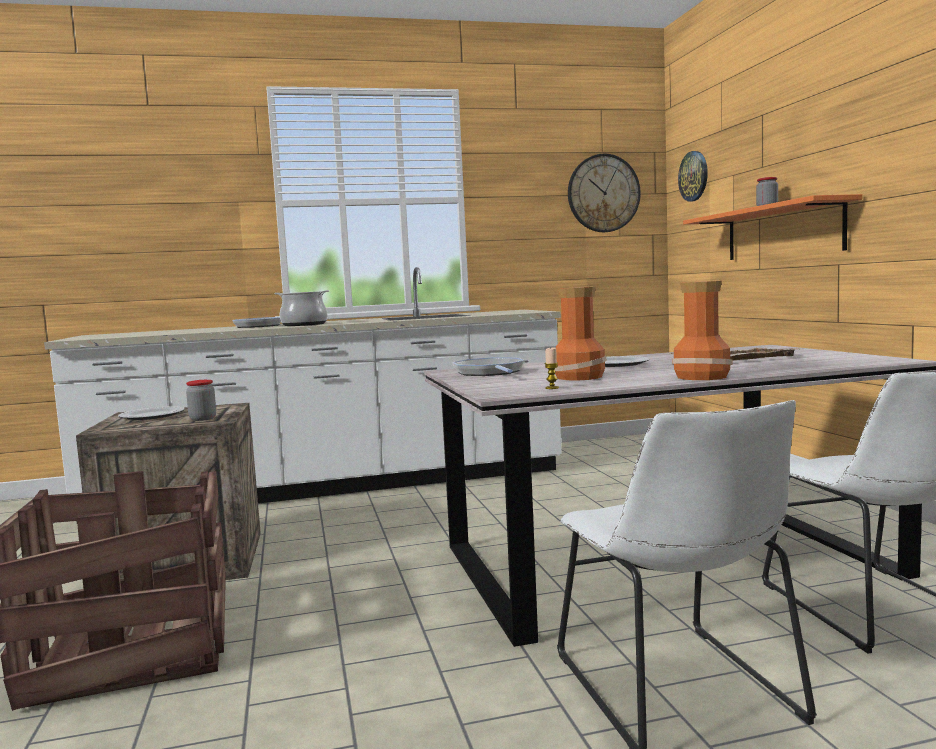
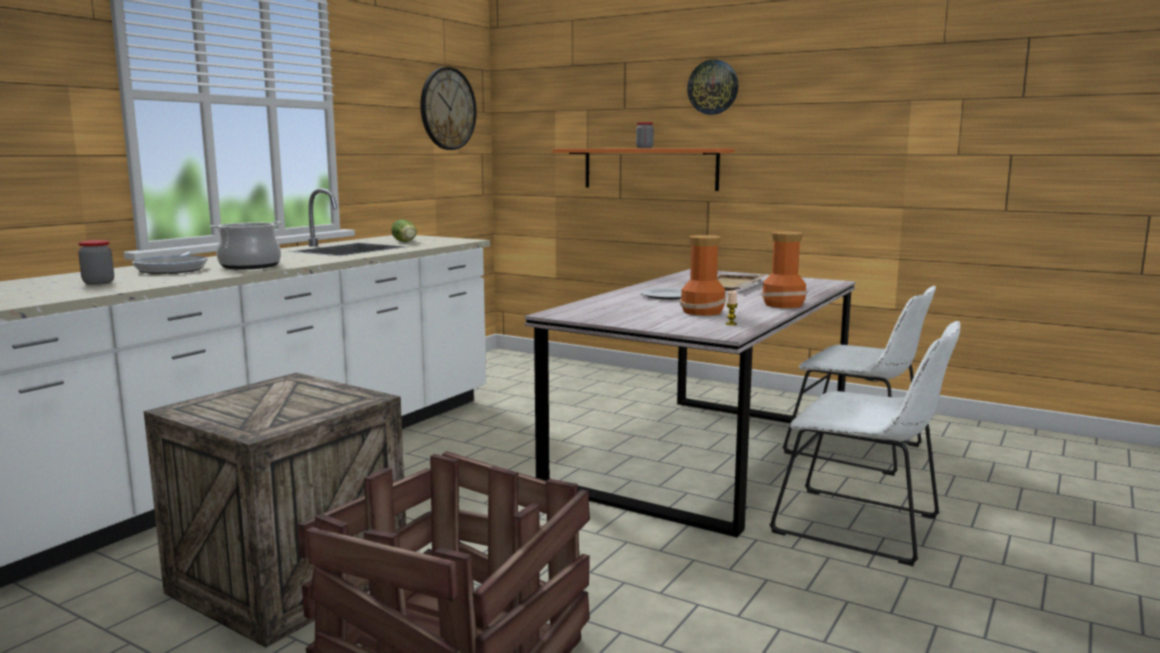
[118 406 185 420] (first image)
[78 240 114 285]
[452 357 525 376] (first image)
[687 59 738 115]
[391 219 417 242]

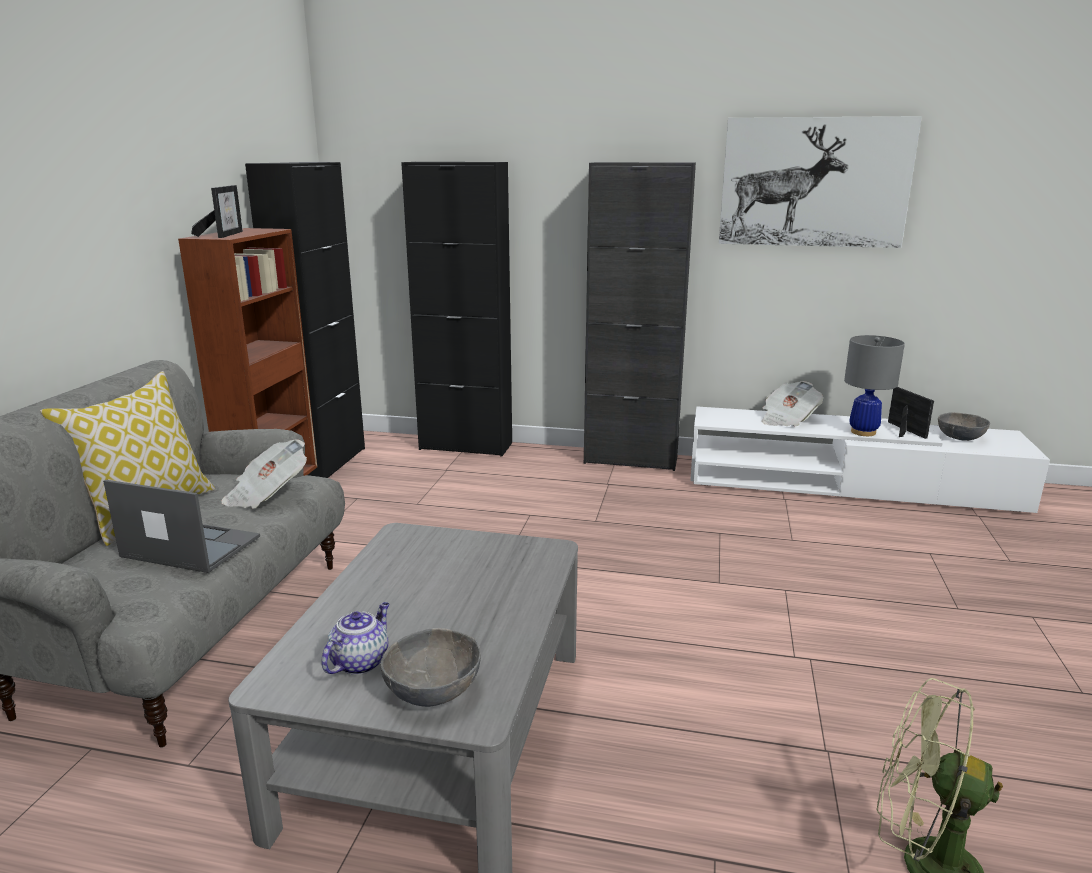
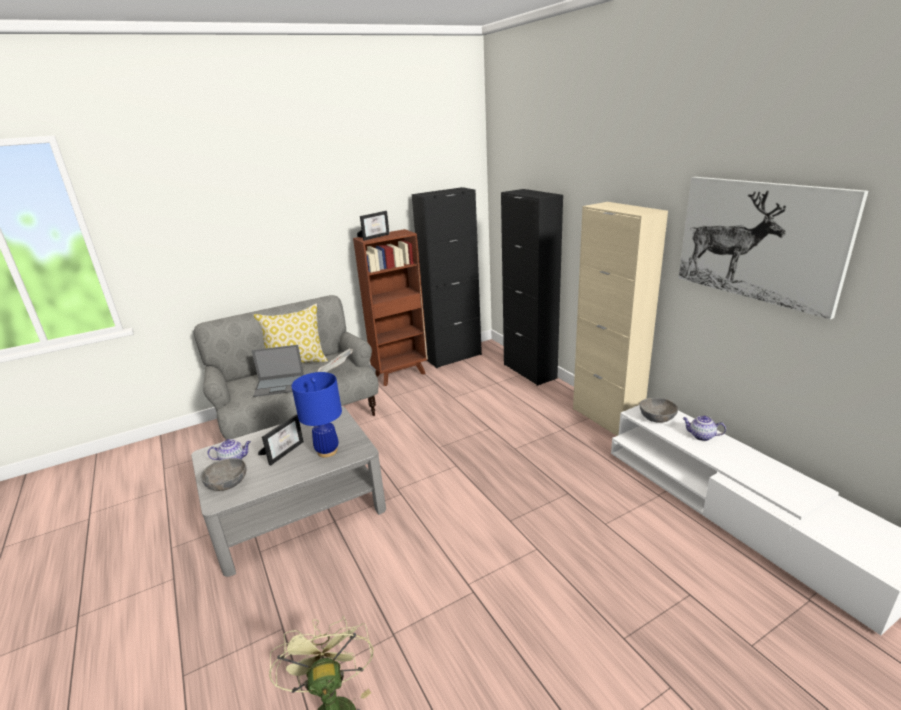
[251 345 304 397]
[573 202 668 436]
[683 416 726 441]
[844 335 905 436] (first image)
[258 415 304 466]
[640 398 678 423]
[291 372 342 458]

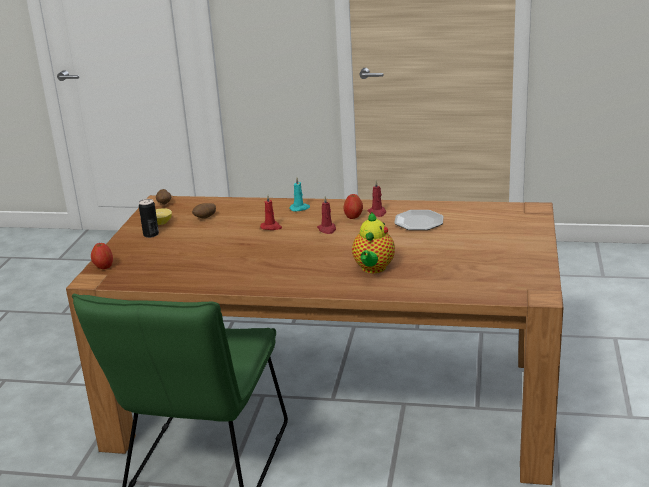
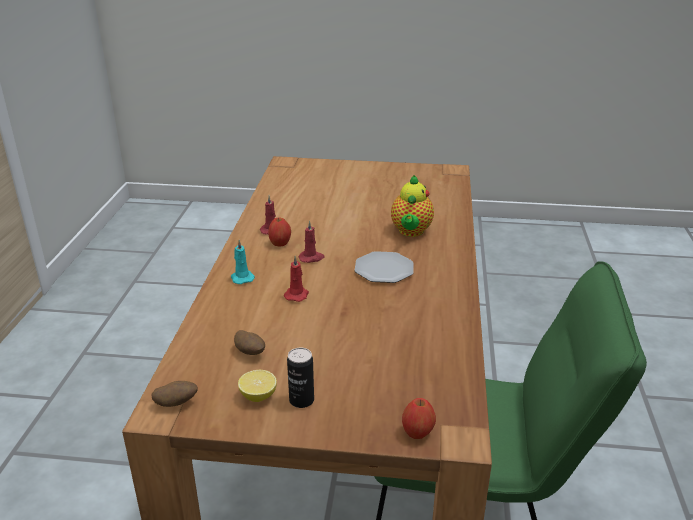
[391 175 434 237]
[355 251 413 283]

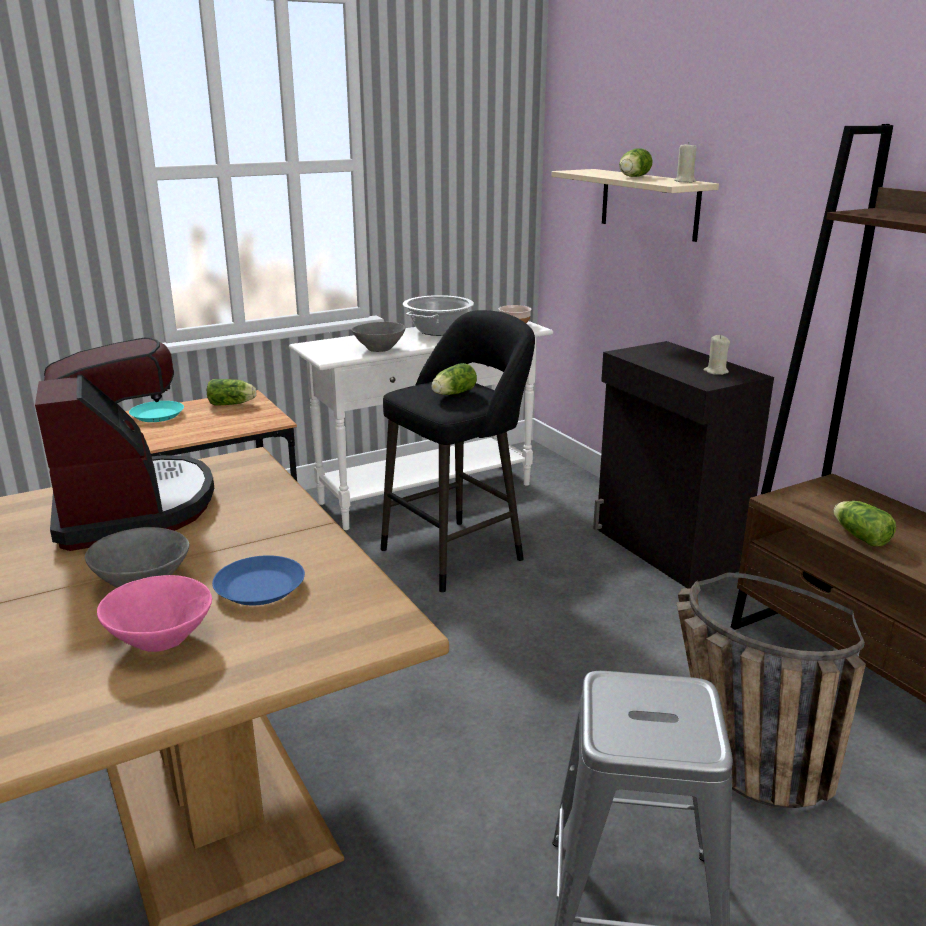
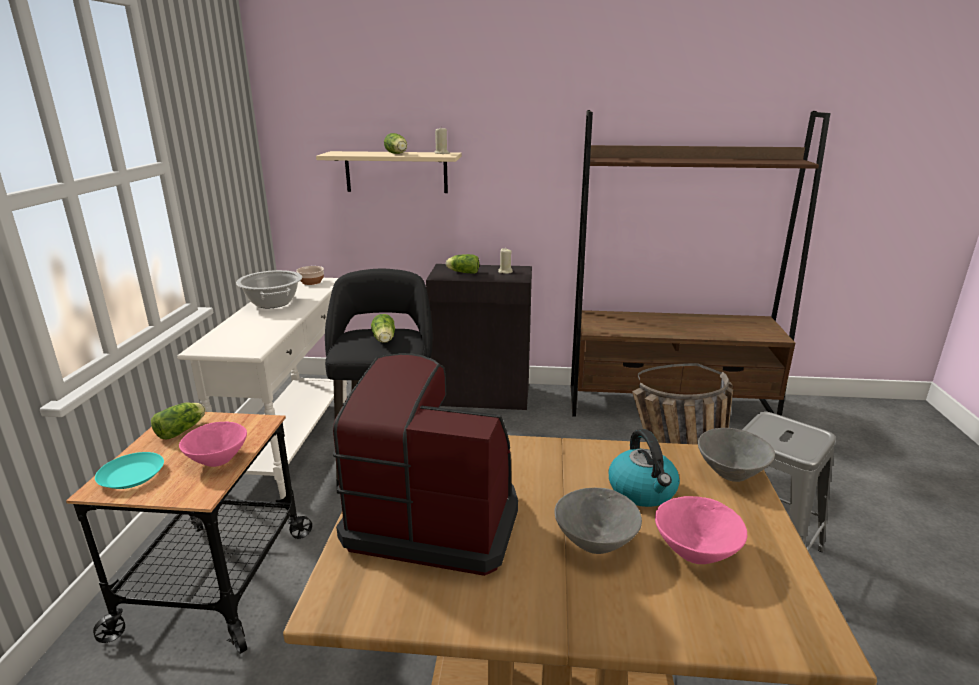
[609 429 680 507]
[698 428 775 482]
[446 254 479 274]
[179 422 247 467]

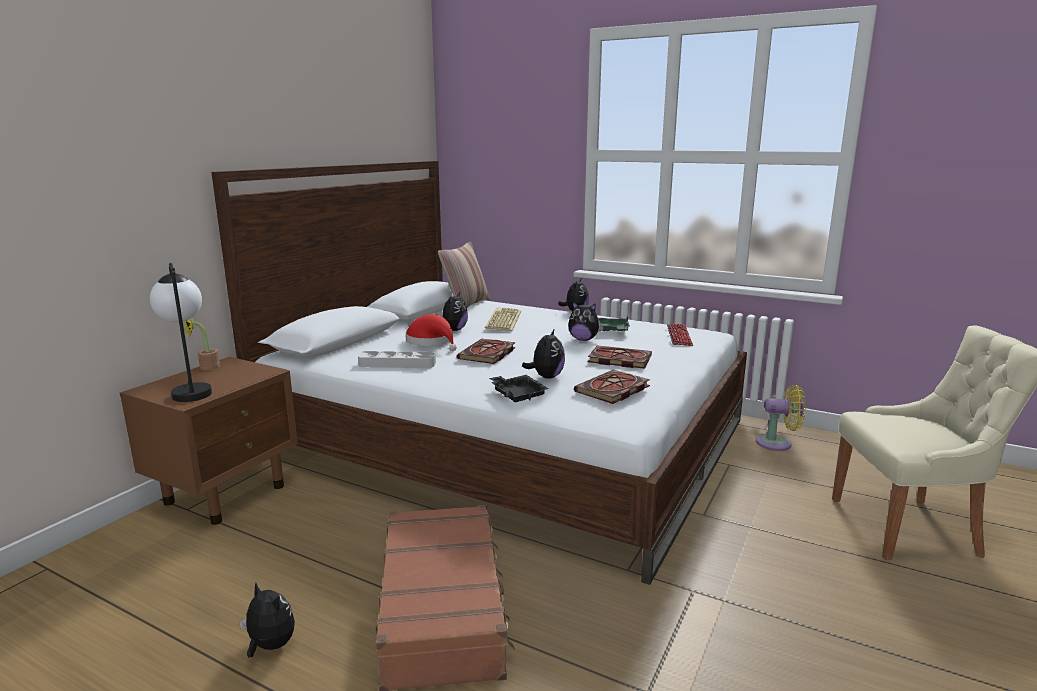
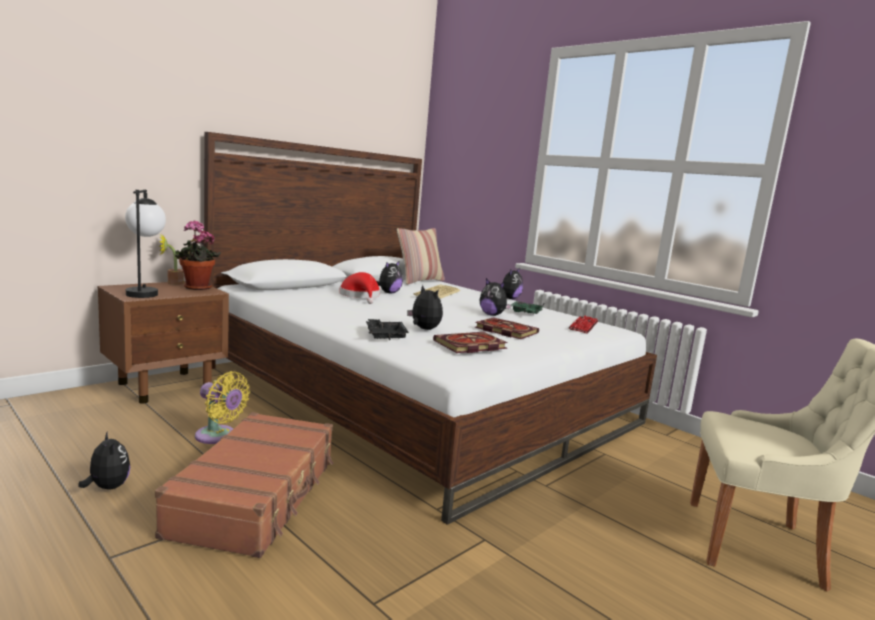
[358 351 436 368] (first image)
[457 339 516 364] (first image)
[407 285 443 330]
[195 371 250 444]
[175 220 221 290]

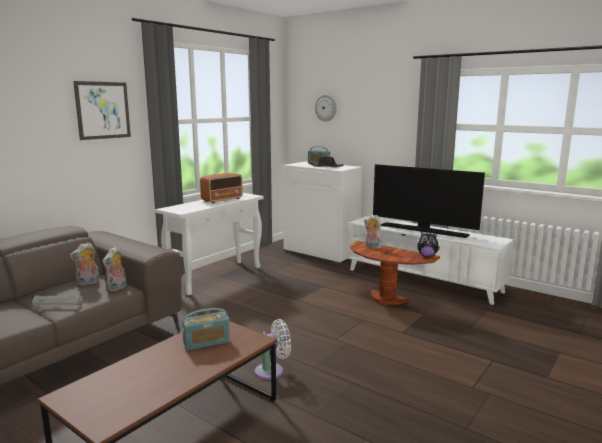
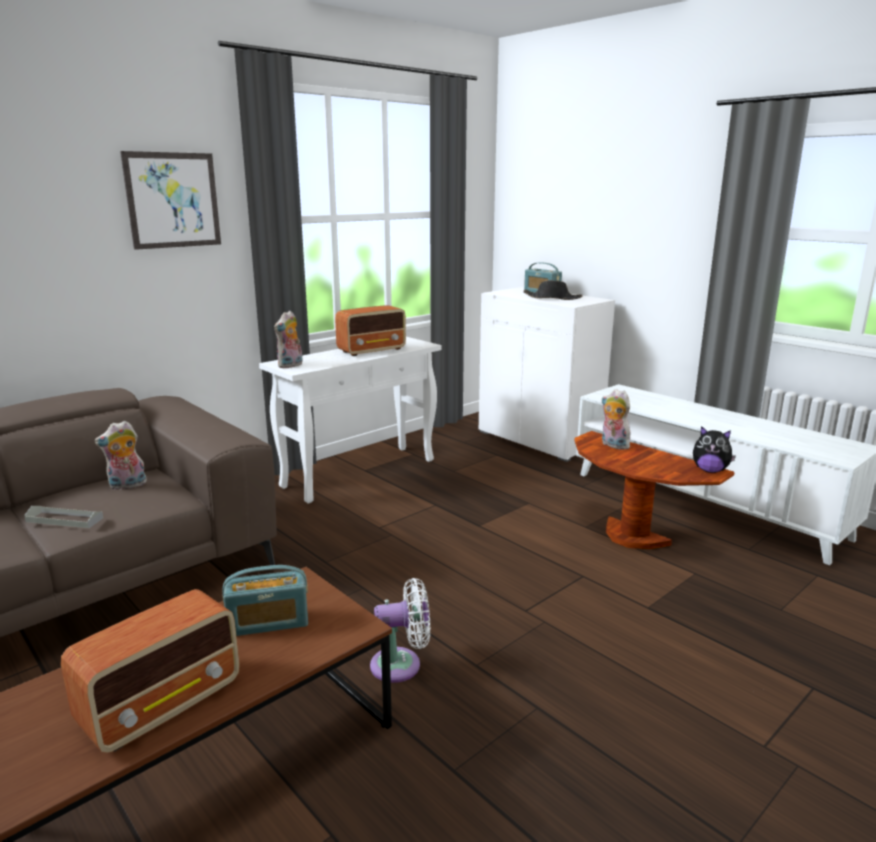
[274 311 303 369]
[315 94 337 122] (first image)
[373 164 485 238] (first image)
[61 589 240 753]

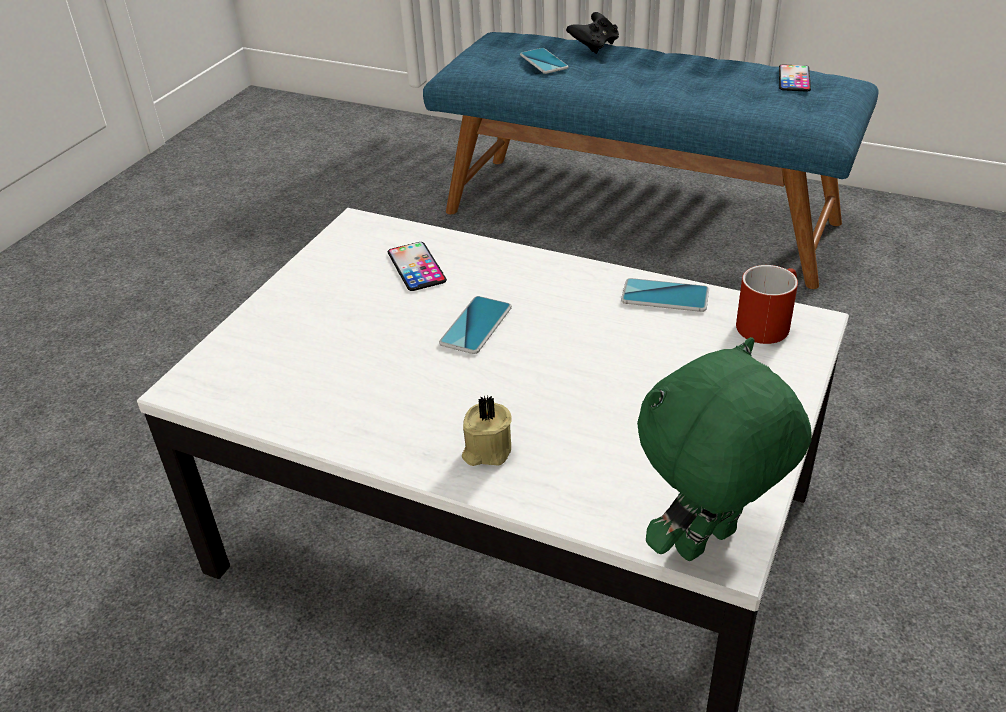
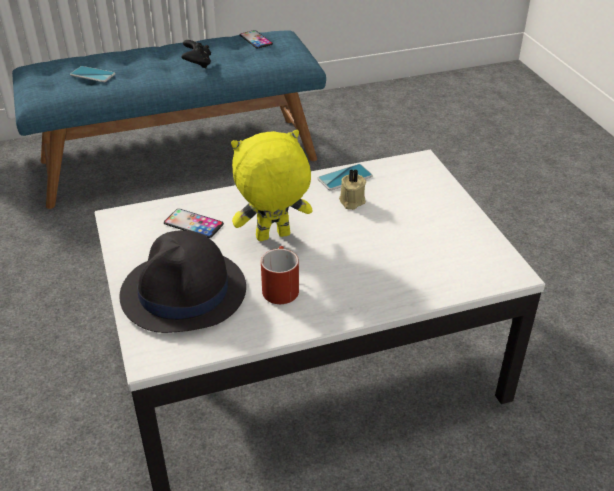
[231 130 313 241]
[339 169 367 210]
[181 40 211 68]
[637 337 812 561] (first image)
[261 246 299 304]
[119 230 246 333]

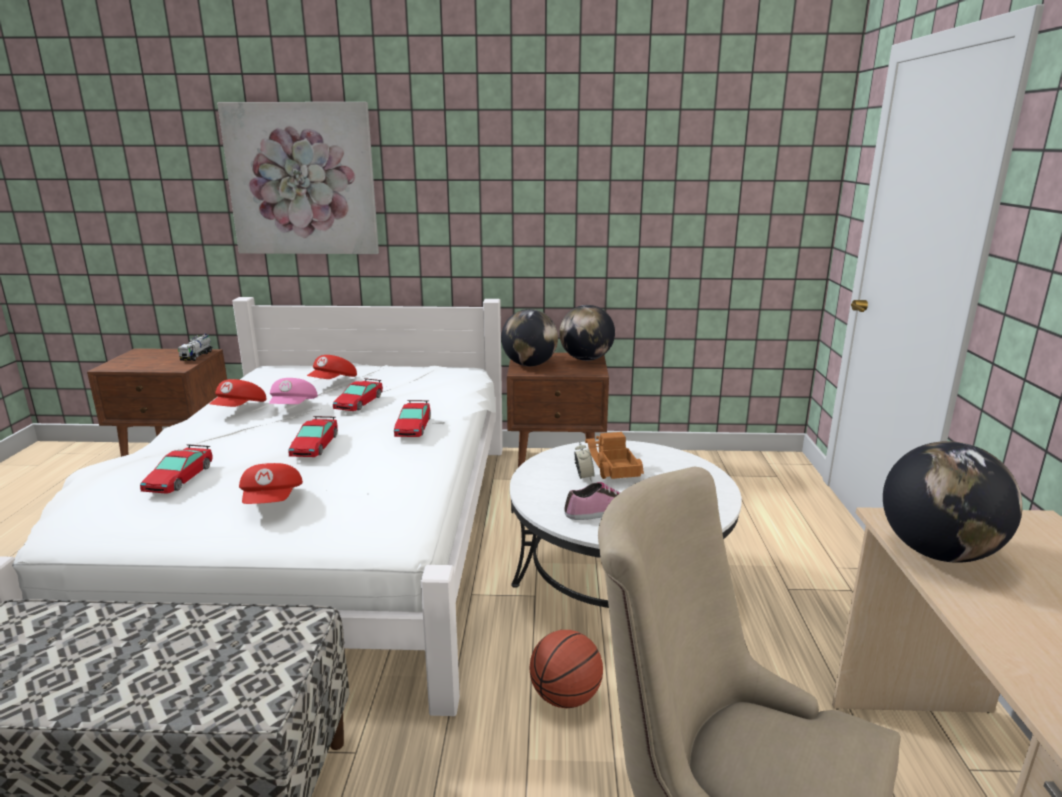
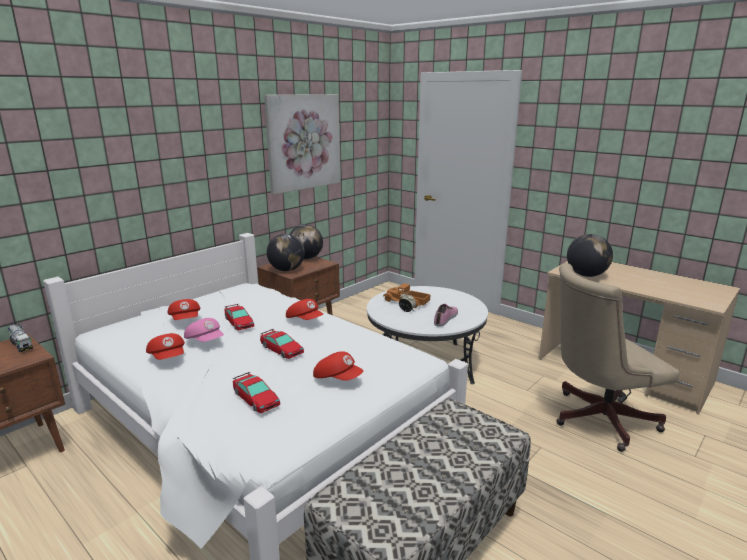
[264 94 340 194]
[286 299 323 320]
[529 630 603 708] (first image)

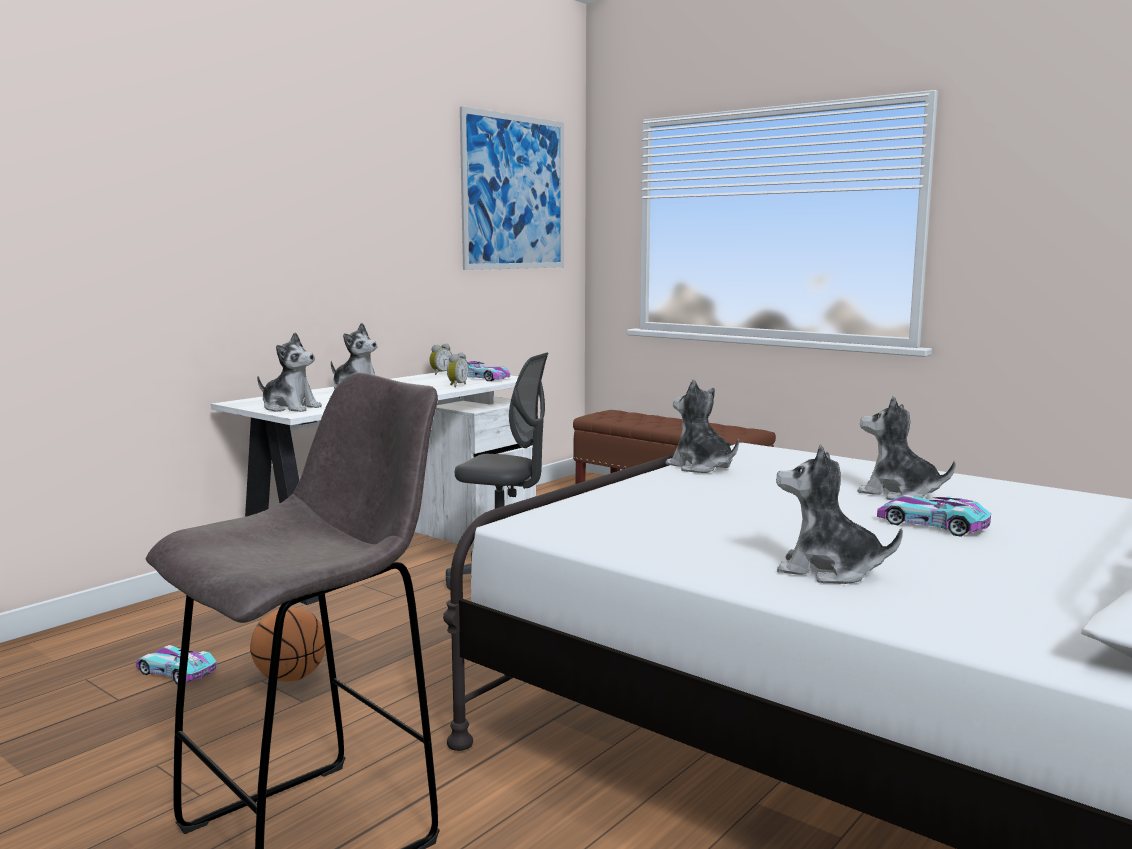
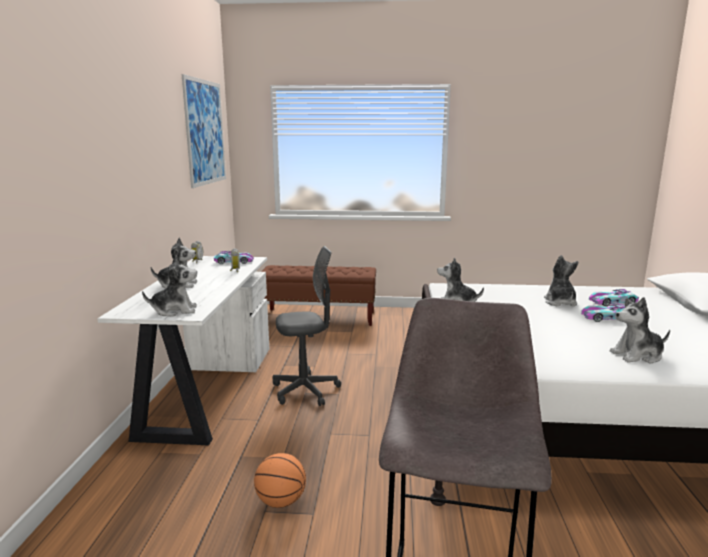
[589 289 639 306]
[544 255 579 306]

